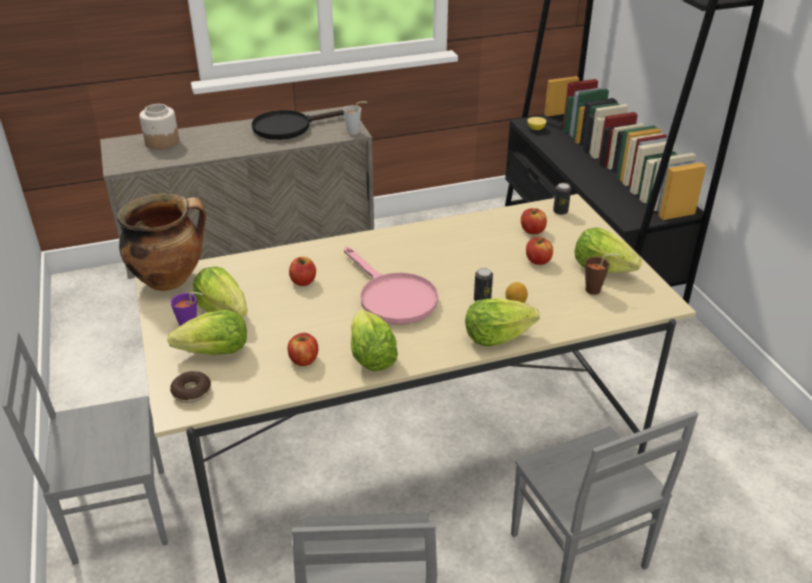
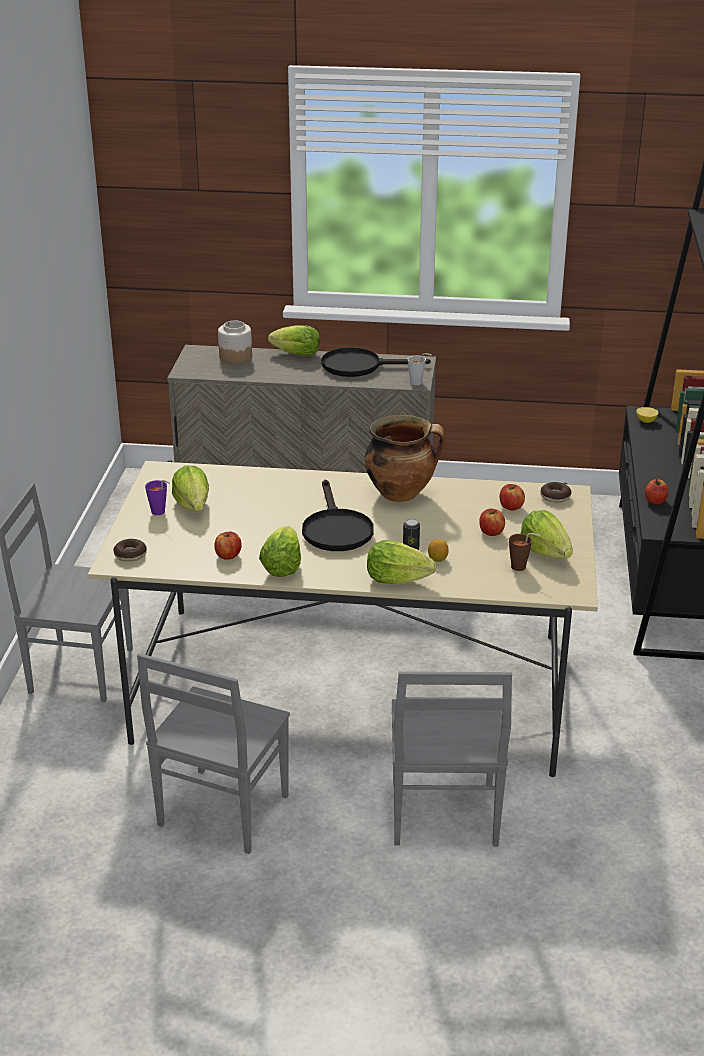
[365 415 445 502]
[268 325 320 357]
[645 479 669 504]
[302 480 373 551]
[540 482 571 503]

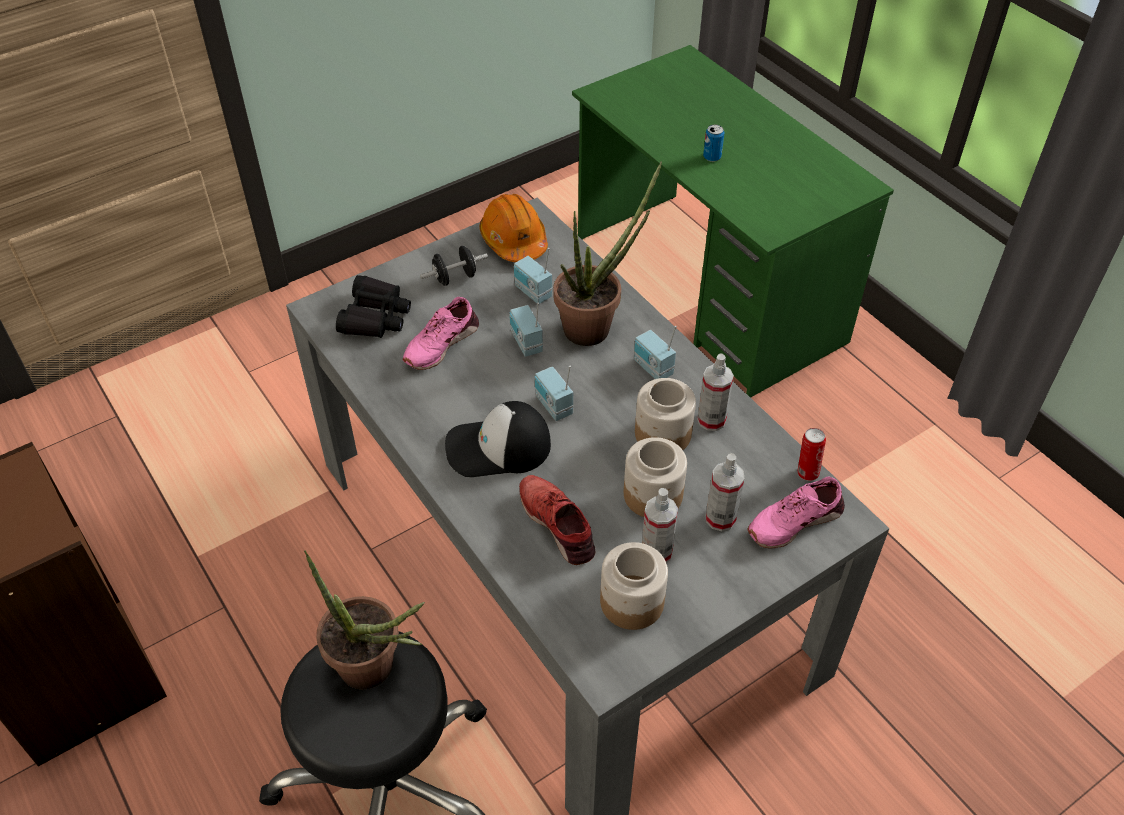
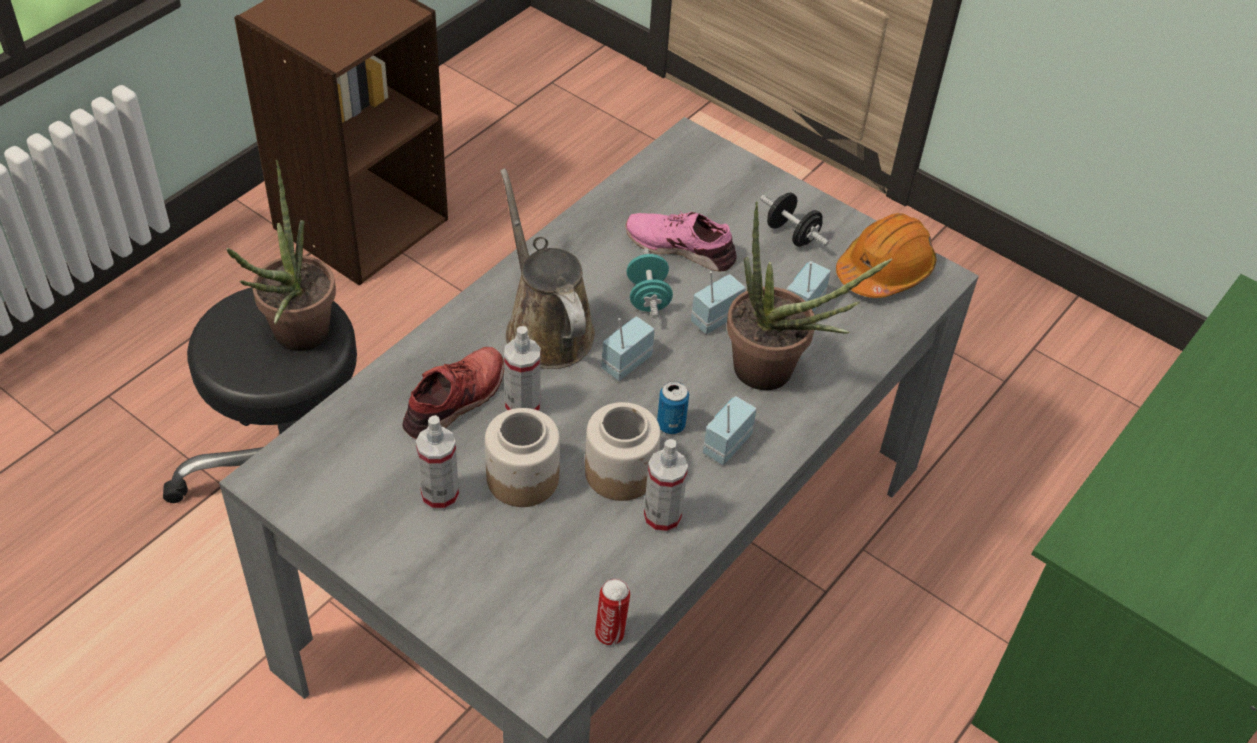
[336 275 411 338] (first image)
[500 168 595 369]
[600 542 668 630] (first image)
[657 381 689 434]
[504 326 541 411]
[747 476 845 548] (first image)
[627 248 673 319]

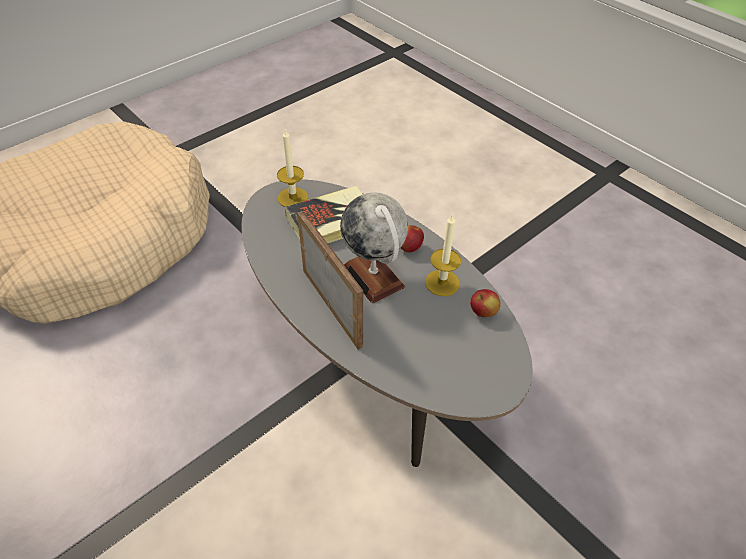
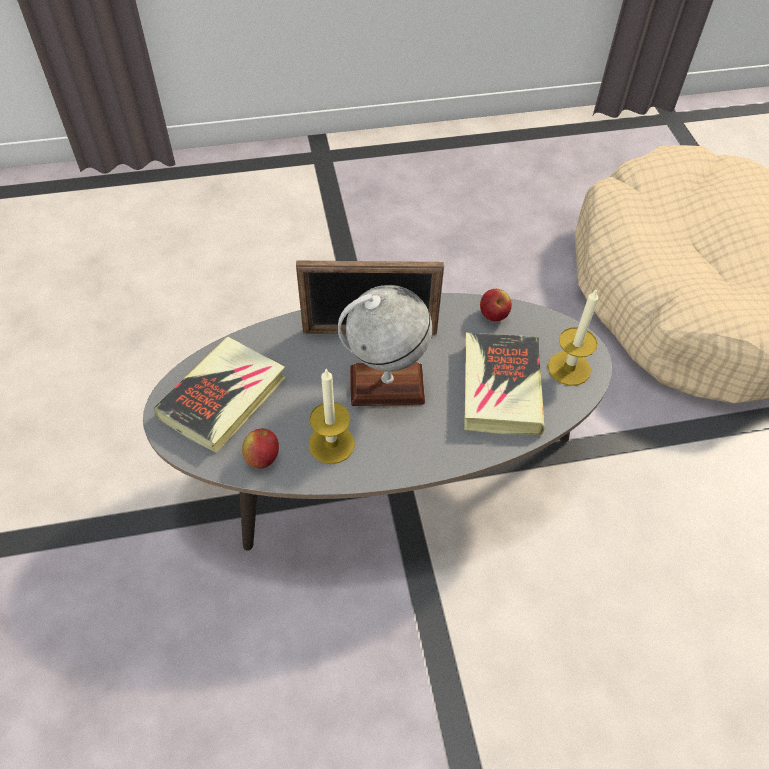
[480 289 512 321]
[154 337 286 453]

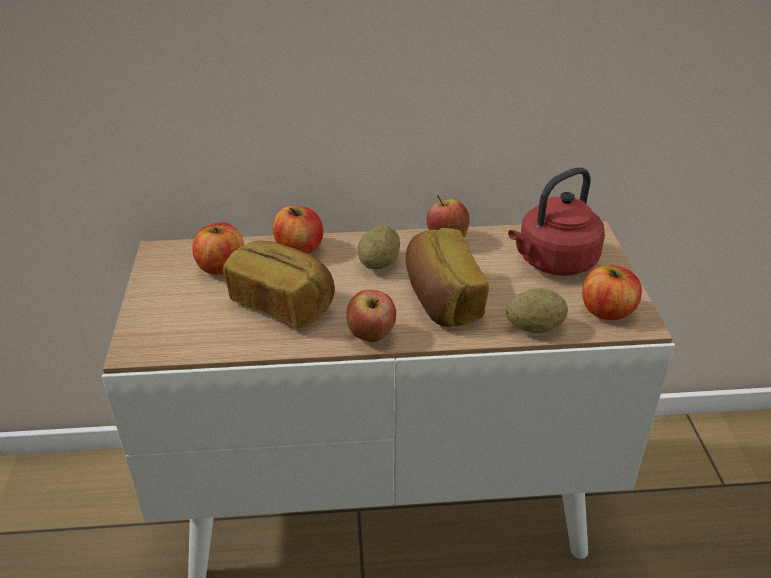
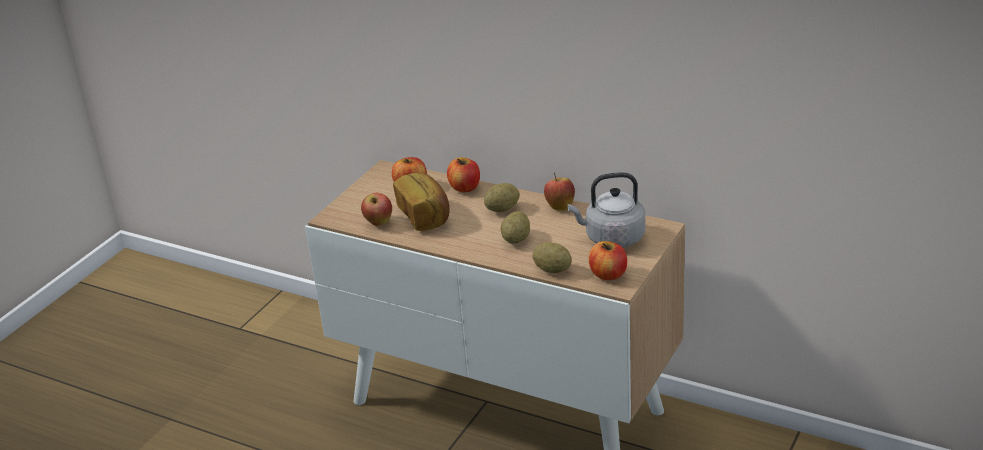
[361 193 392 226]
[500 211 530 244]
[567 172 645 247]

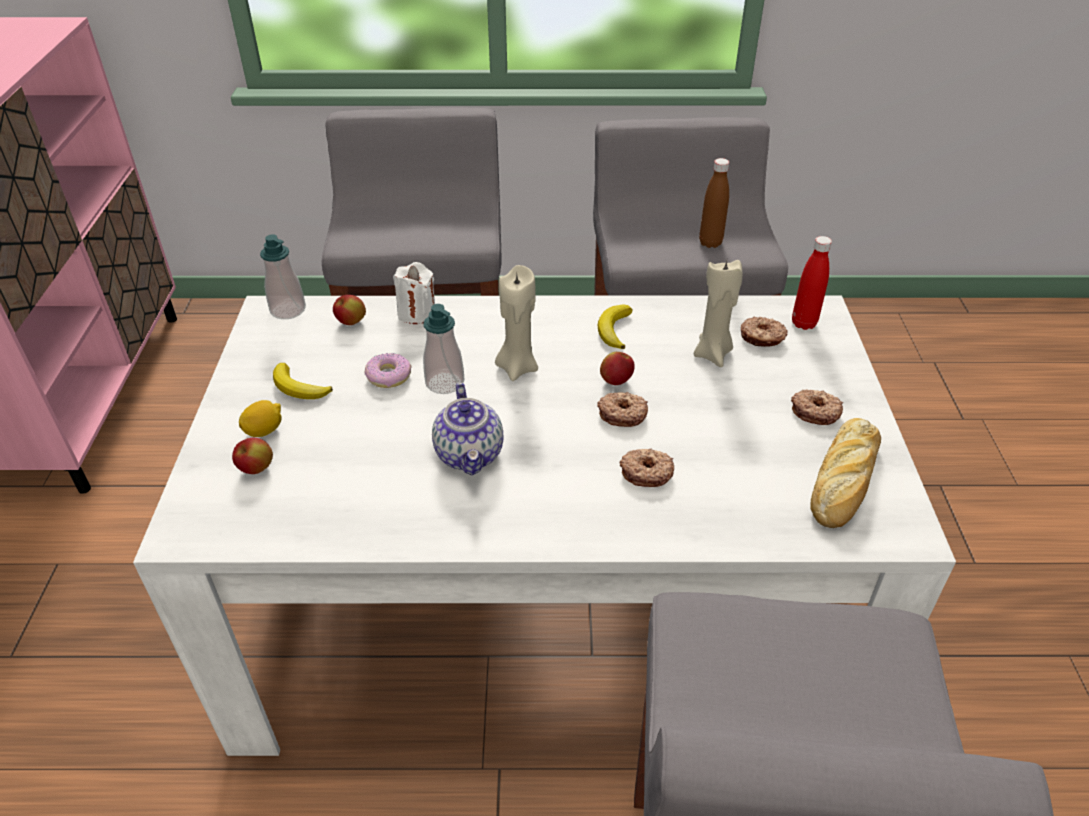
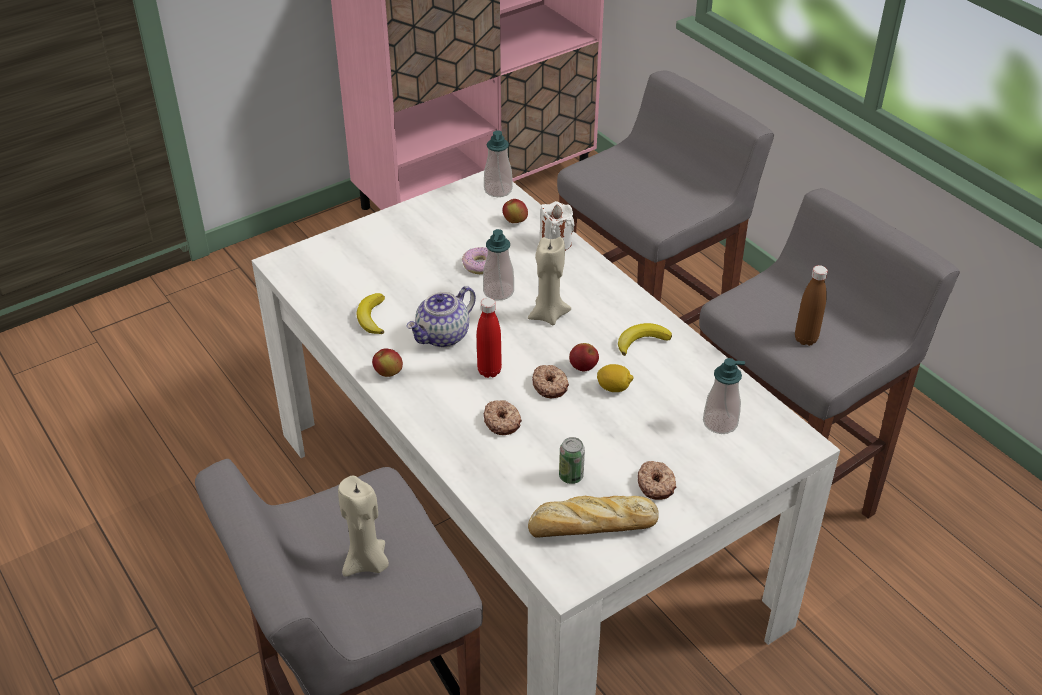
[372 348 403 377]
[597 364 634 392]
[357 293 385 334]
[338 475 389 576]
[703 358 745 434]
[477 298 502 378]
[559 437 585 484]

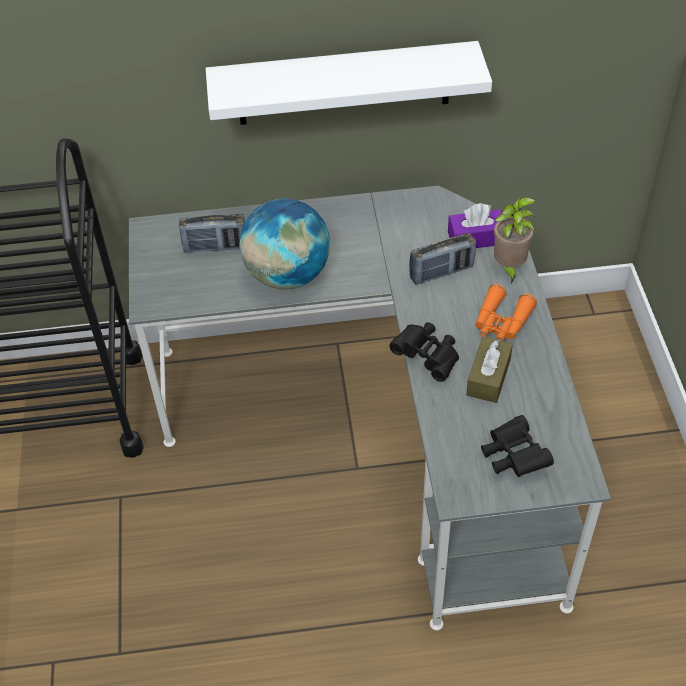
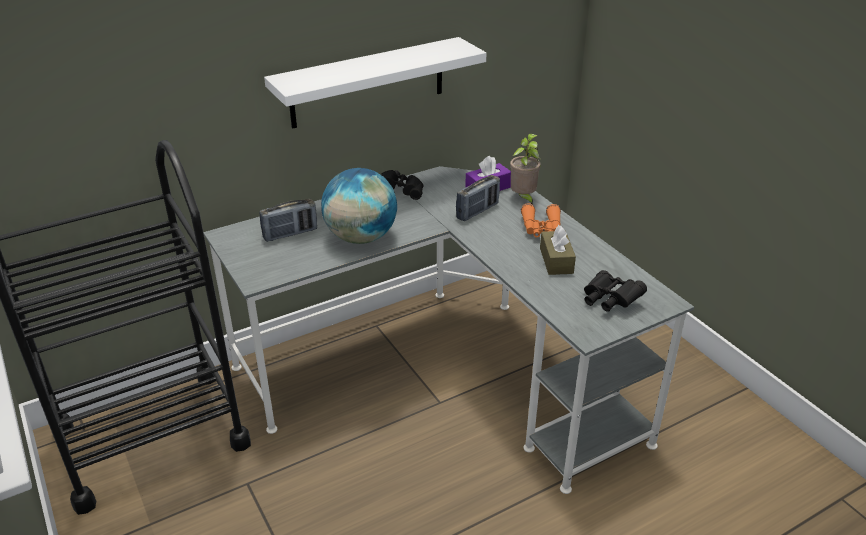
[381 170 423 200]

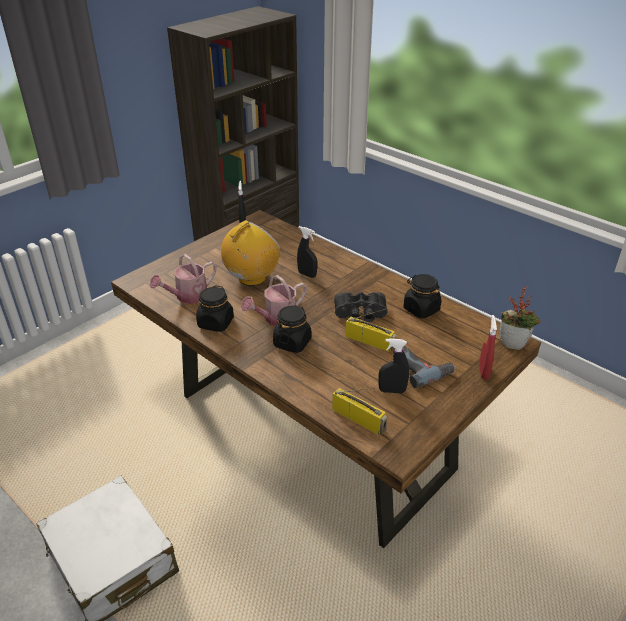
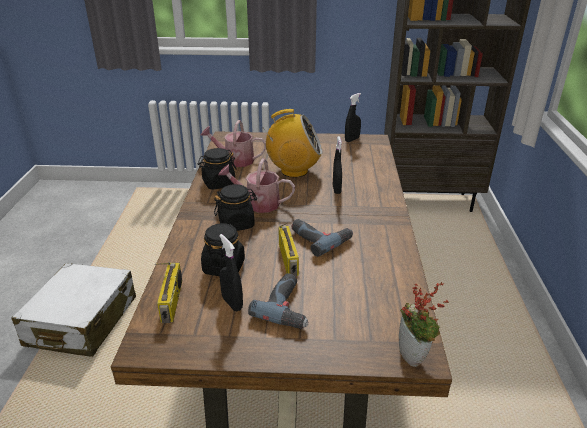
[292 219 353 257]
[201 223 245 276]
[479 315 497 380] (first image)

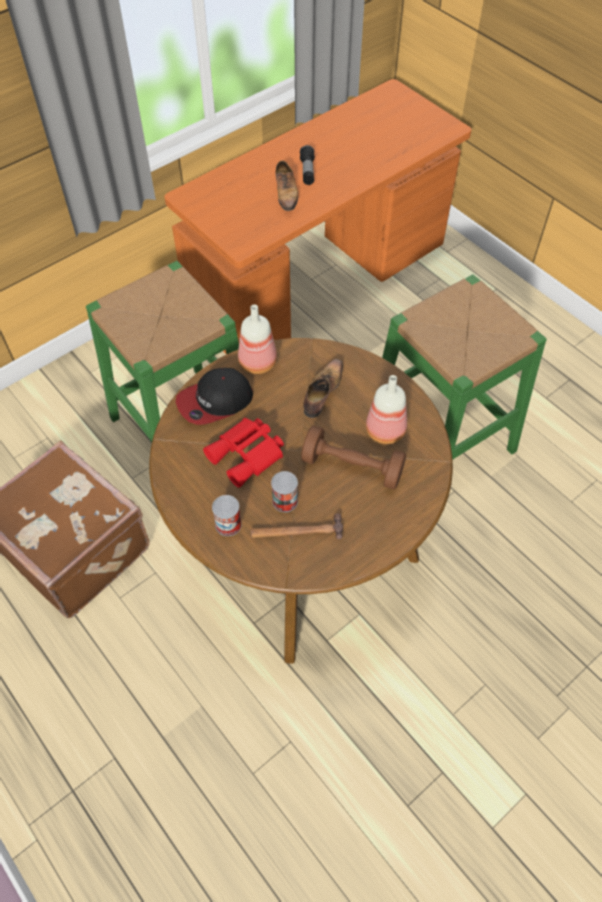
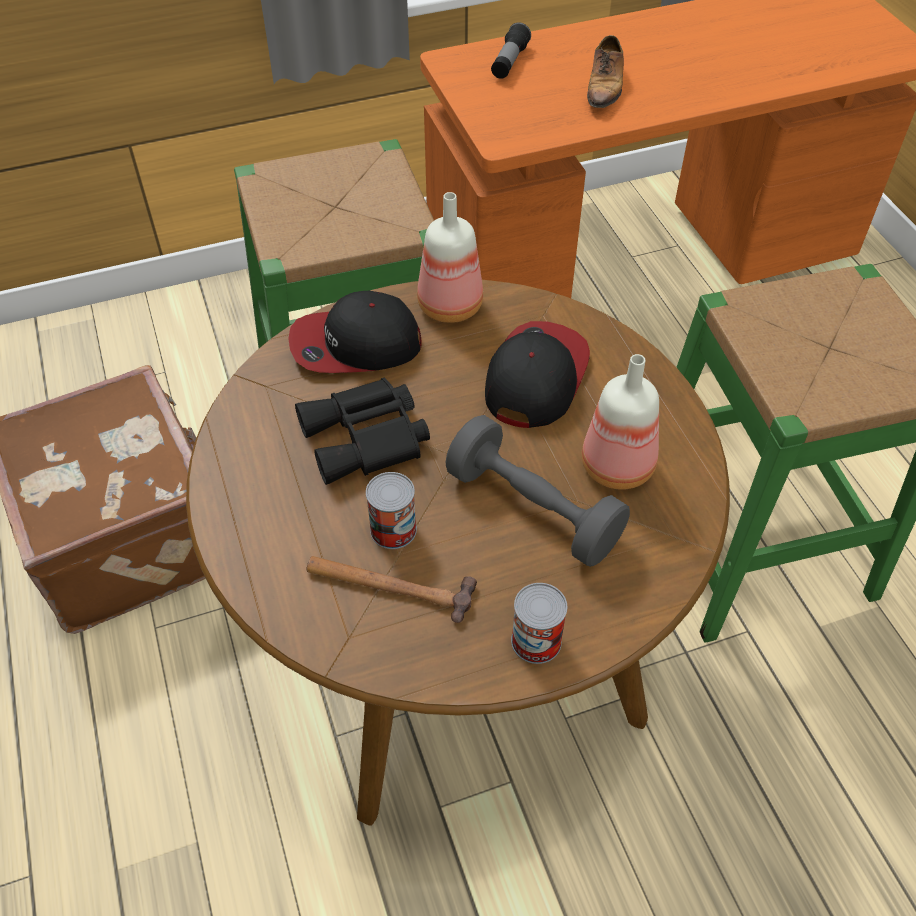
[295 378 430 485]
[511 583 567 664]
[491 22 531 79]
[446 415 630 567]
[485 321 590 428]

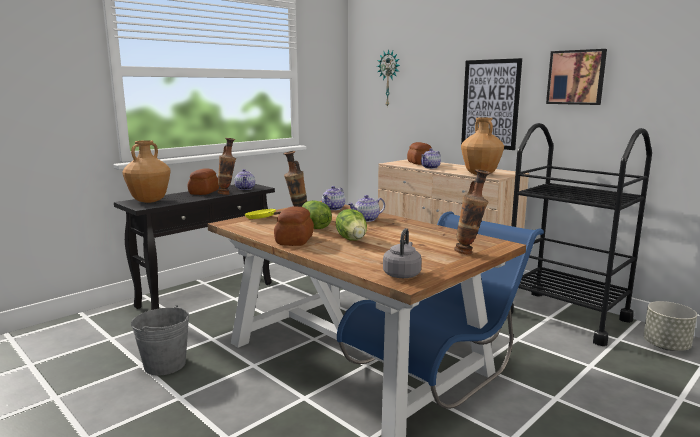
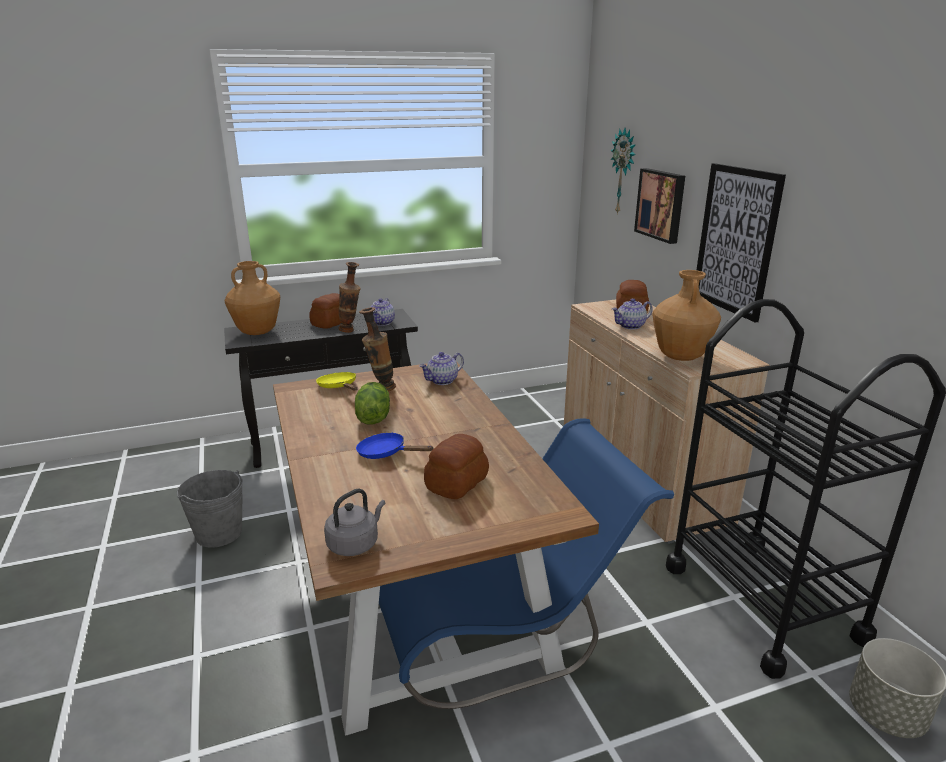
[424 434 489 499]
[356 432 434 459]
[348 195 385 222] (first image)
[454 170 490 255] (first image)
[634 168 685 244]

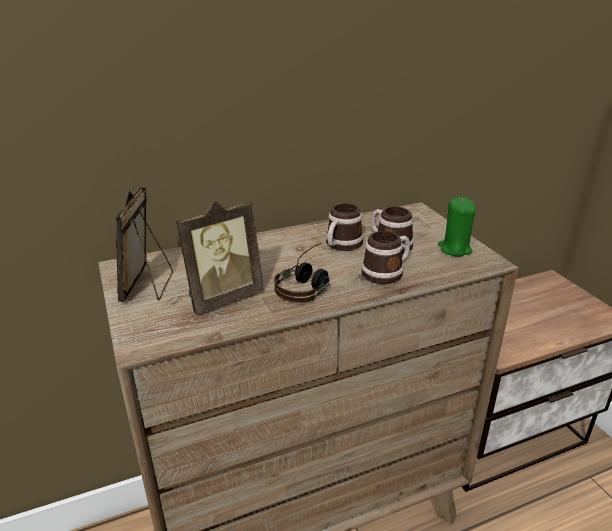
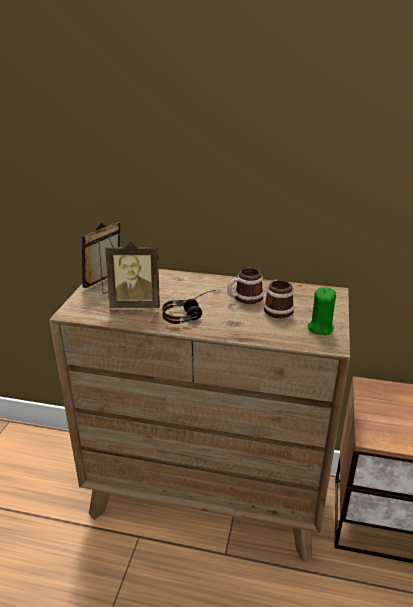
[361 231 410 284] (first image)

